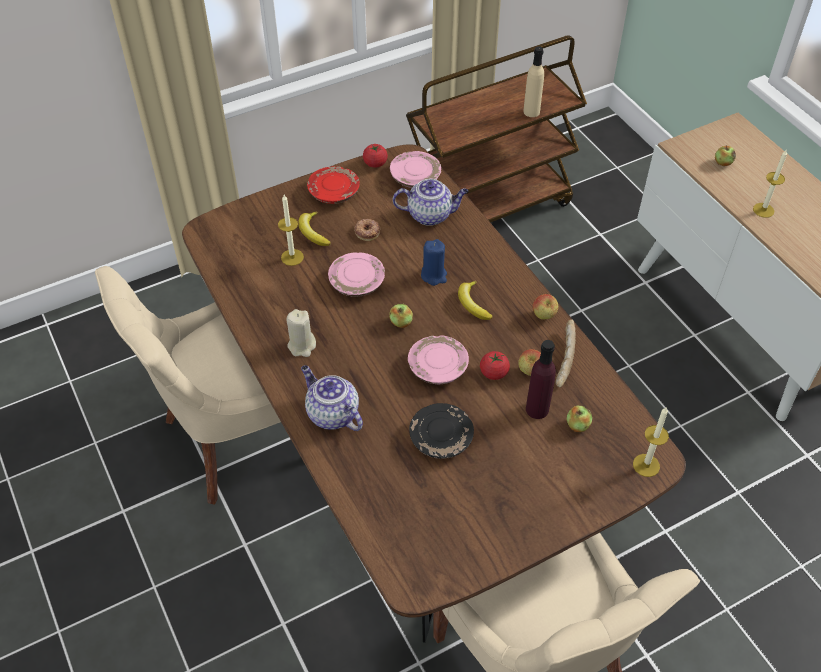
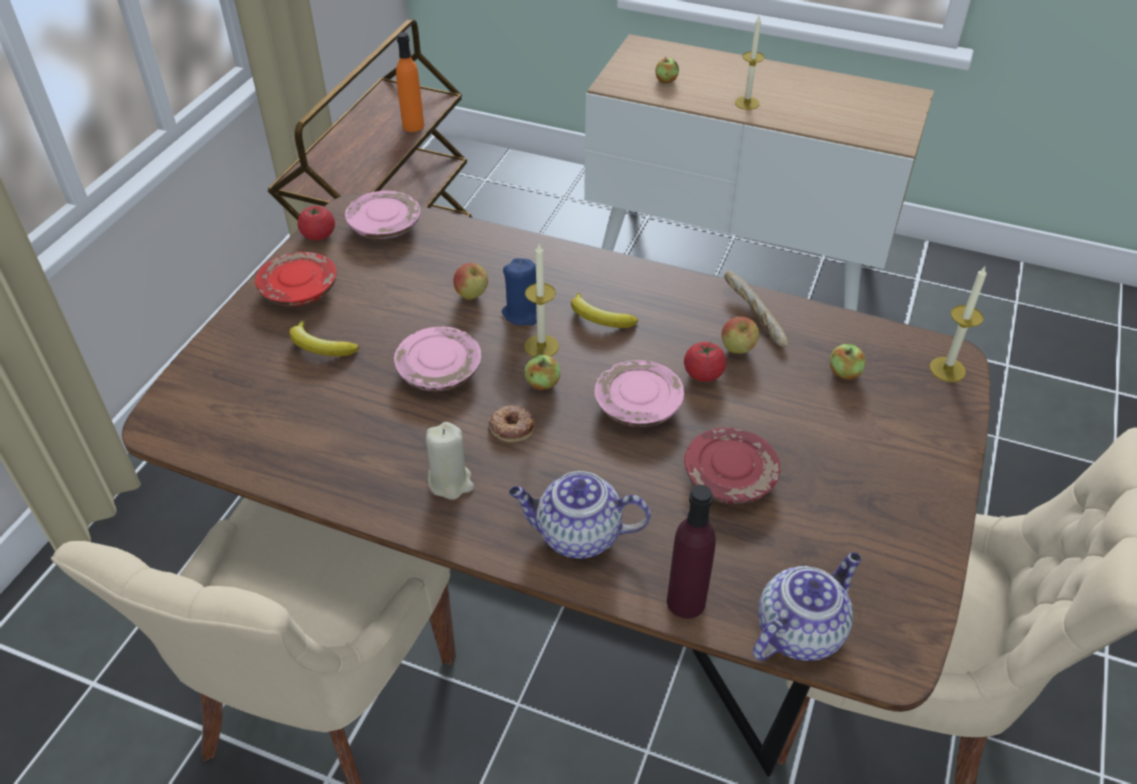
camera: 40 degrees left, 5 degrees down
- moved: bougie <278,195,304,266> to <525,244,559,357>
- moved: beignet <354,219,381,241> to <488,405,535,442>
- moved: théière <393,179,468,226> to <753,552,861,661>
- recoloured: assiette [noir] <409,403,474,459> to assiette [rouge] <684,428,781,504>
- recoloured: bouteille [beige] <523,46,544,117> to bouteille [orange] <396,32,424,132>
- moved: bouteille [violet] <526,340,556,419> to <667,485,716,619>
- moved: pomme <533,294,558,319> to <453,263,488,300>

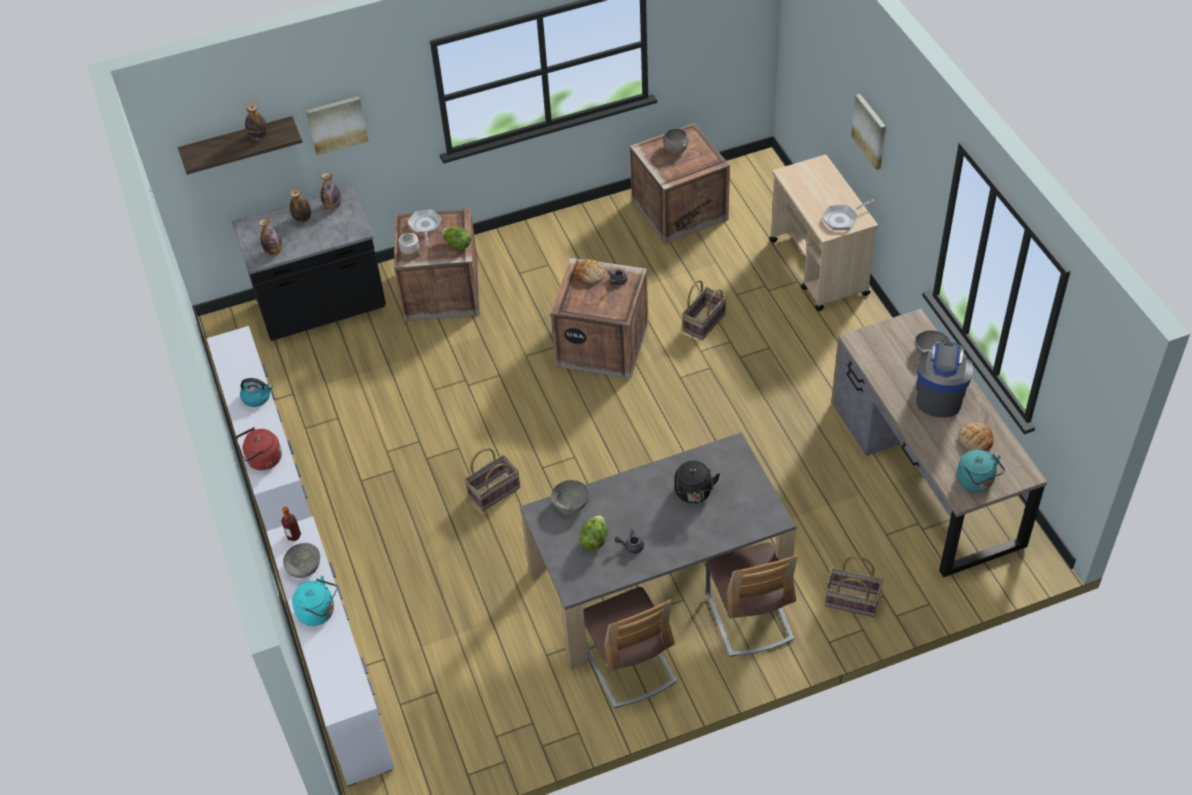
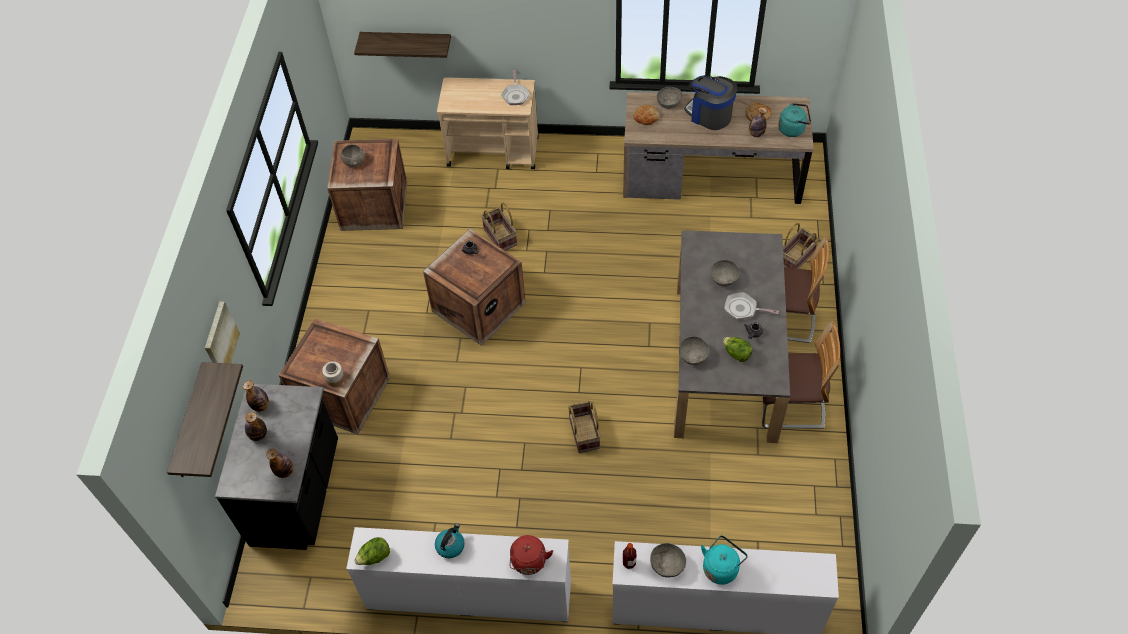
camera: 65 degrees left, 5 degrees up
- moved: bouteille <245,103,267,140> to <749,107,767,137>
- moved: poêle <407,209,442,246> to <724,292,779,320>
- moved: laitue <441,226,471,250> to <354,537,390,565>
- moved: pain <574,259,605,284> to <634,104,660,125>
- replaced: bouilloire [noir] <674,461,720,503> to bol [gris] <710,260,740,287>
- removed: tableau <851,94,886,170>
- added: étagère <354,32,451,58>

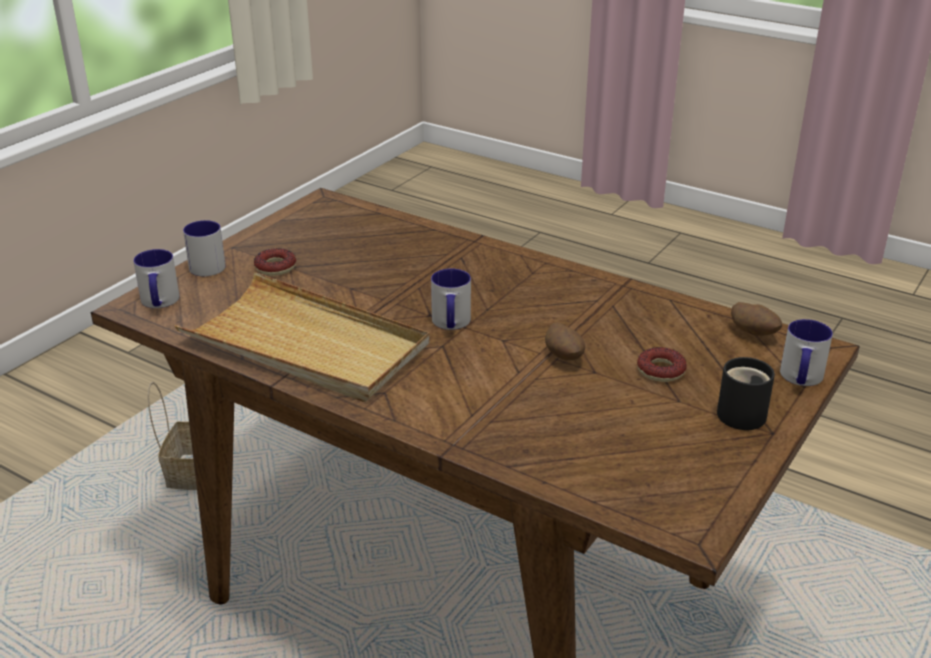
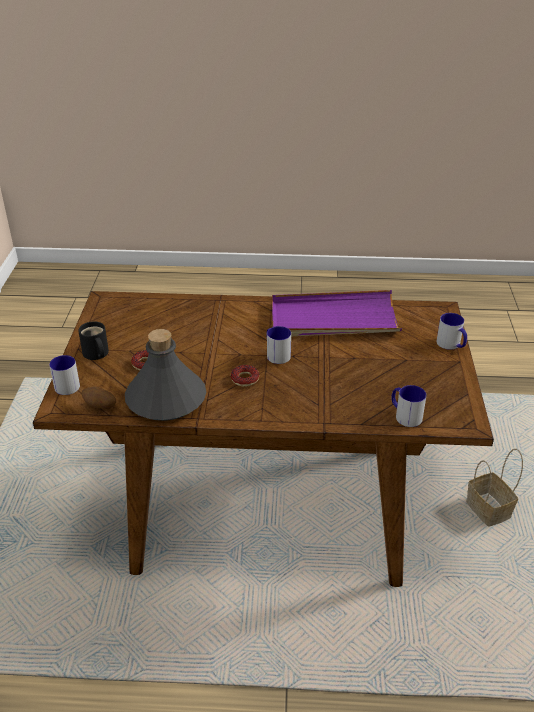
camera: 150 degrees right, 5 degrees up
- moved: mug <133,249,179,308> to <391,385,426,427>
- recoloured: plateau [beige] <175,272,429,402> to plateau [violet] <272,290,402,336>
- moved: beignet <254,248,296,276> to <231,365,259,387>
- removed: pomme de terre <545,322,585,360>
- added: bouteille [gris] <125,329,206,421>

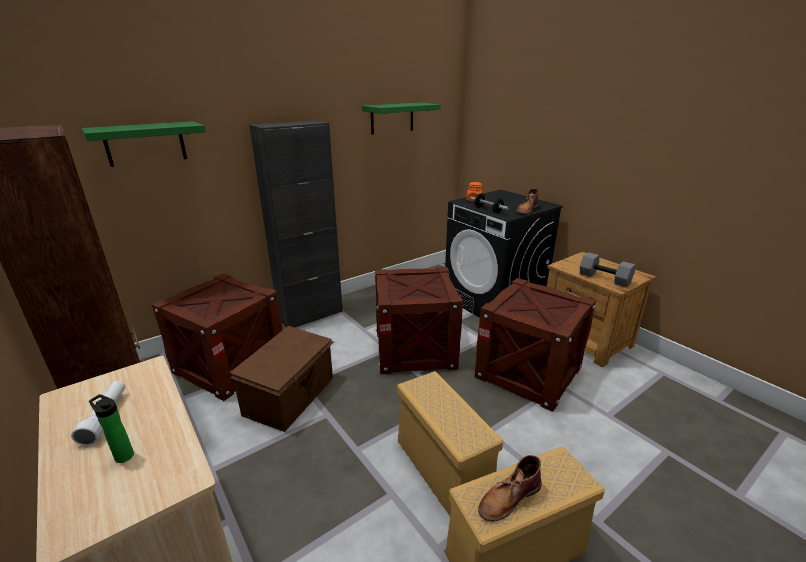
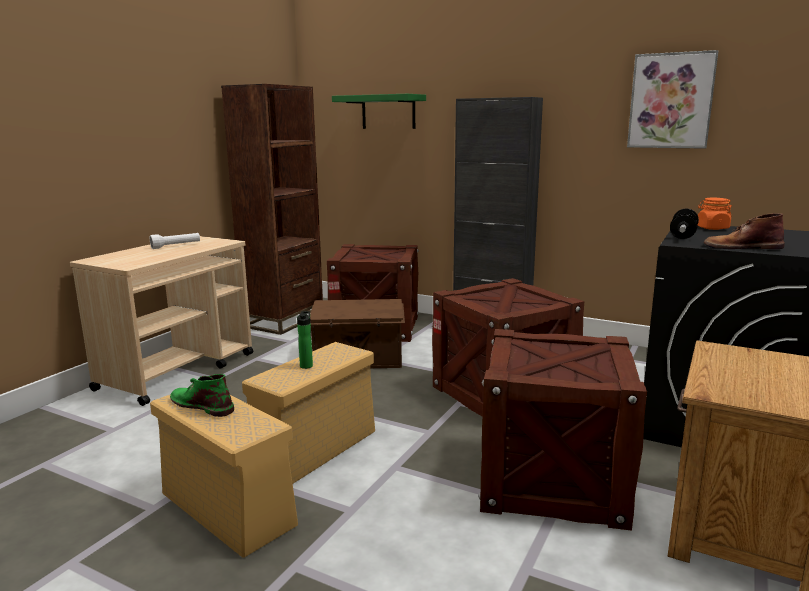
camera: 65 degrees right, 10 degrees down
- moved: bouteille <89,394,134,463> to <297,311,313,369>
- replaced: étagère [vert] <362,103,441,135> to tableau <627,50,719,149>
- recoloured: botte [marron] <478,455,542,522> to botte [vert] <170,374,234,417>
- removed: haltère [gris] <580,252,635,287>

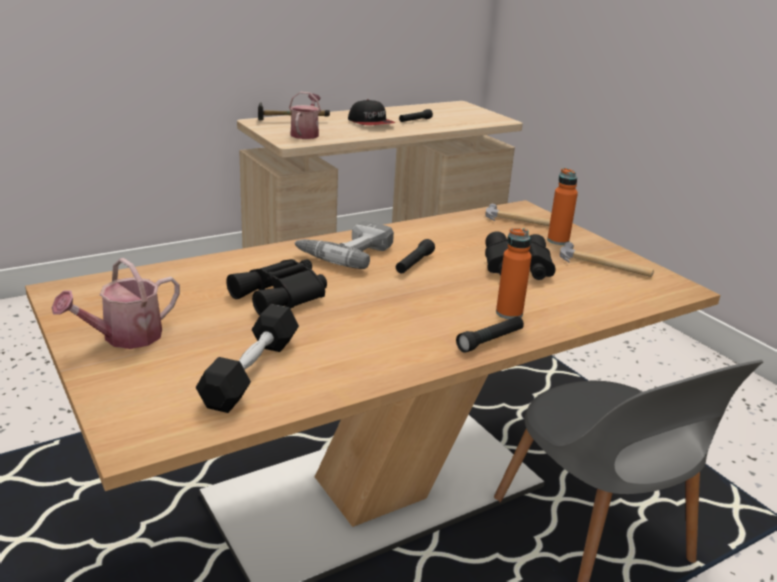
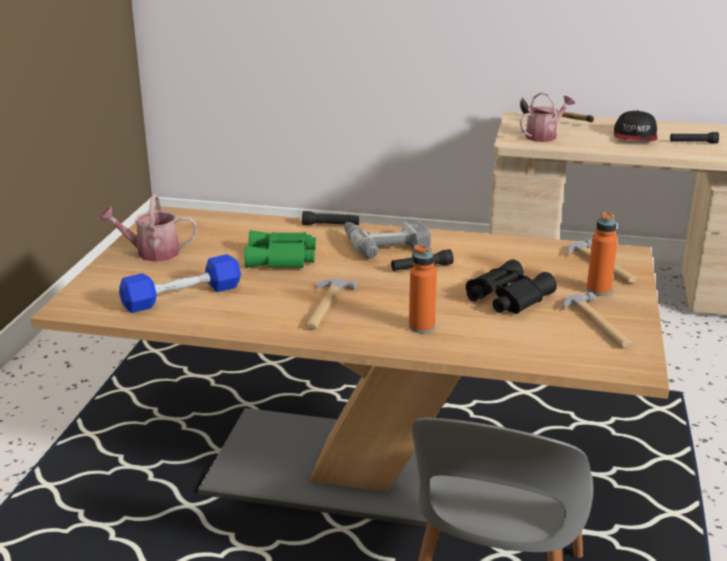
camera: 45 degrees right, 0 degrees up
- recoloured: haltère [noir] <196,304,299,413> to haltère [bleu] <119,254,241,313>
- recoloured: jumelles [noir] <226,259,327,315> to jumelles [vert] <244,231,316,268>
- moved: lampe de poche [noir] <456,317,524,353> to <302,211,359,225>
- added: marteau <305,279,357,330>

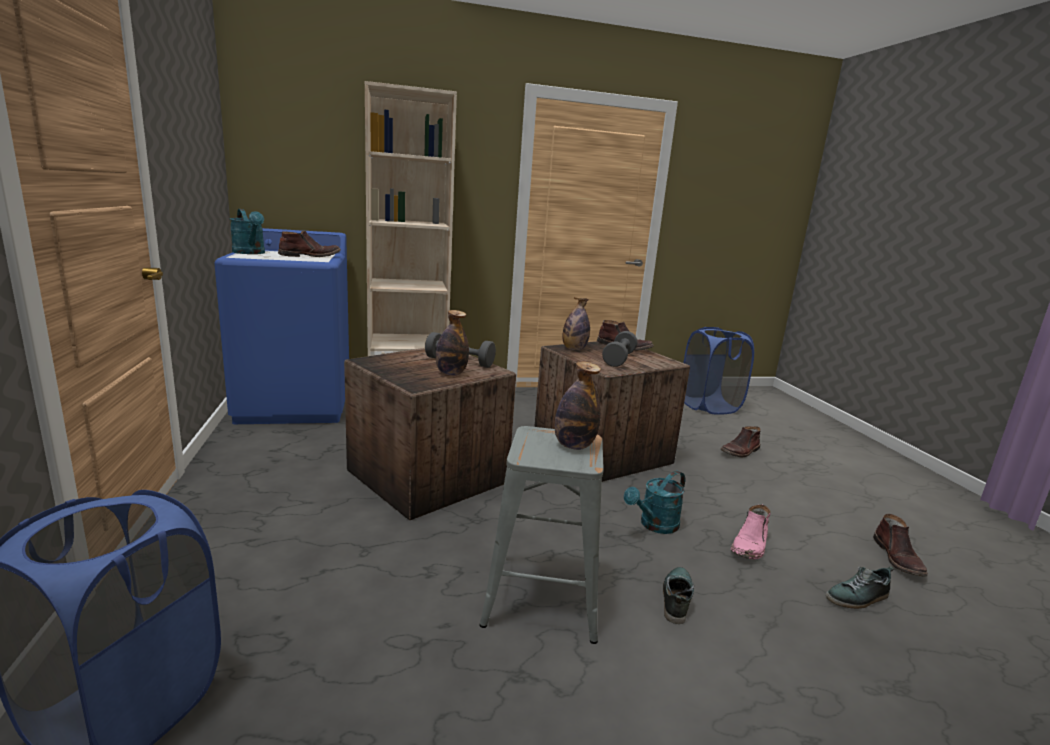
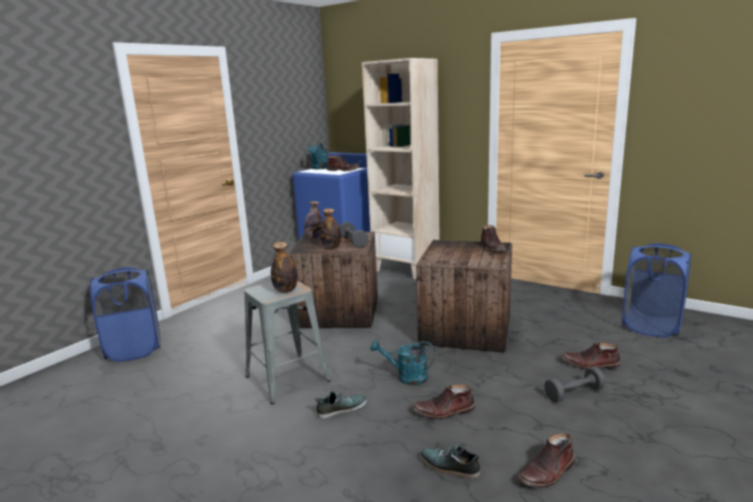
camera: 50 degrees right, 0 degrees up
- moved: bouteille <563,297,590,350> to <304,201,323,239>
- moved: haltère [gris] <602,331,638,367> to <544,367,605,402>
- recoloured: botte [rose] <731,505,771,559> to botte [marron] <412,384,475,419>

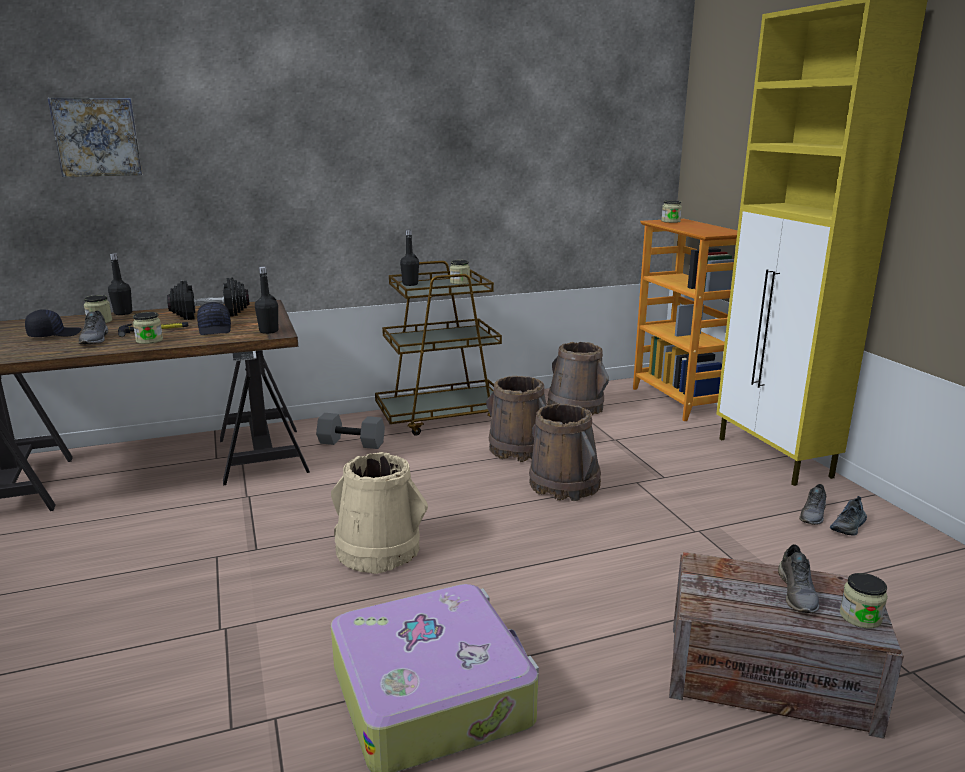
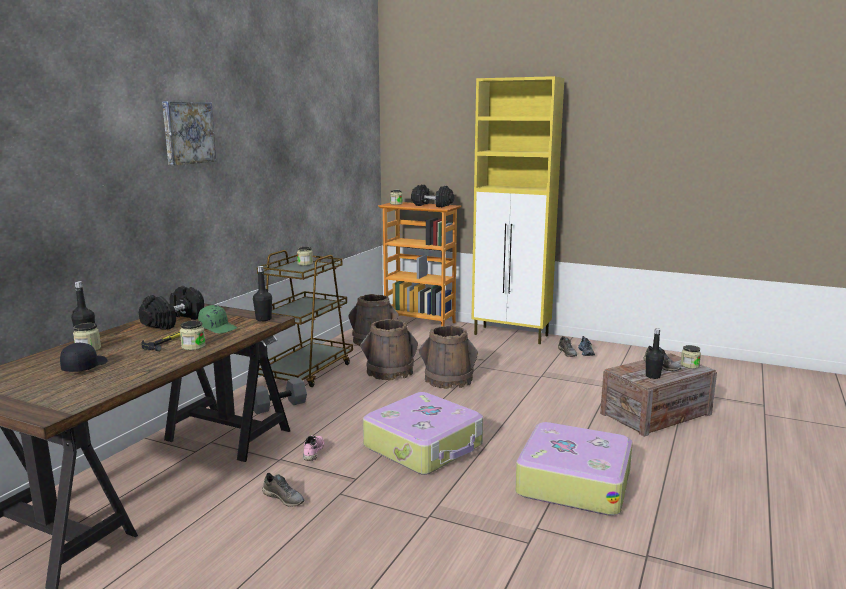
camera: 45 degrees left, 5 degrees down
- moved: tableau <48,98,142,177> to <162,101,216,165>
- moved: chaussure [gris] <79,311,108,344> to <262,473,304,507>
- recoloured: casquette [noir] <197,302,231,335> to casquette [vert] <198,305,238,334>
- replaced: seau [beige] <331,452,428,574> to valise <363,392,483,475>
- moved: bouteille [noir] <400,230,419,286> to <646,328,664,379>
- added: chaussure [rose] <303,435,324,461>
- added: haltère [noir] <411,185,454,207>

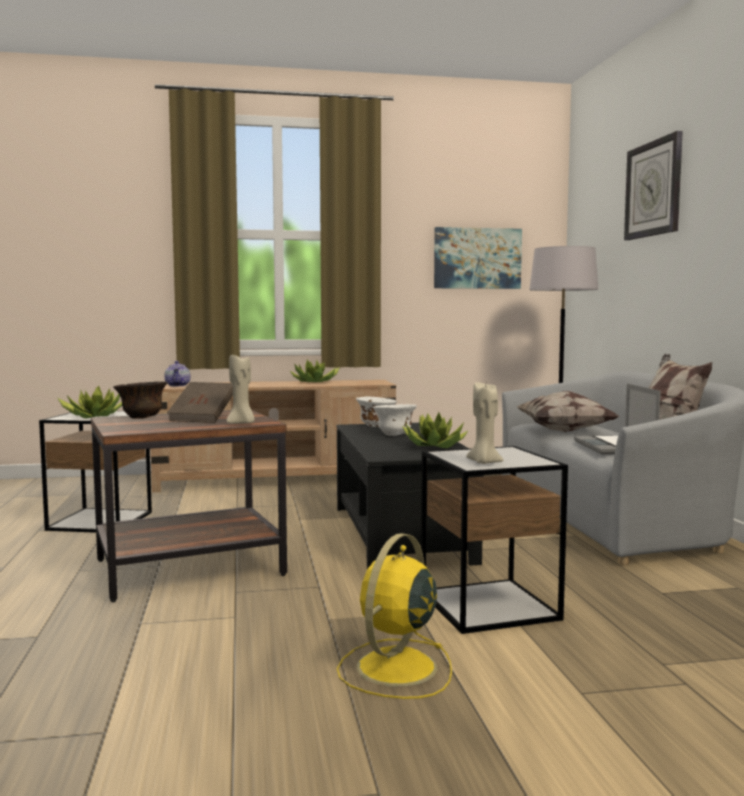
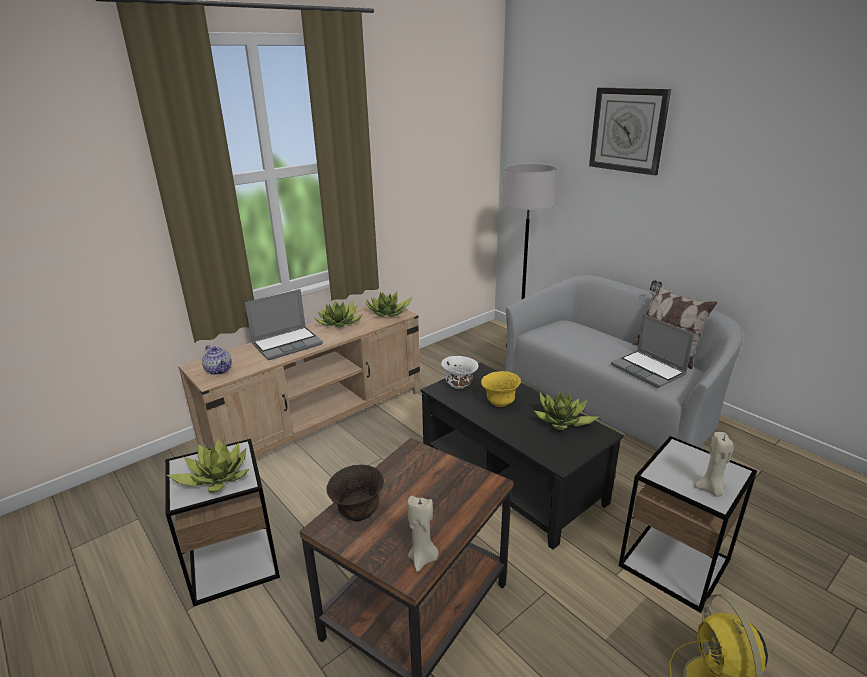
camera: 30 degrees left, 20 degrees up
- removed: livre [marron] <167,382,233,423>
- moved: bougie [beige] <227,355,255,424> to <407,496,439,572>
- recoloured: bol [blanc] <373,404,417,436> to bol [jaune] <481,371,521,407>
- removed: tableau <434,227,522,289>
- removed: coussin <517,391,619,433>
- added: ordinateur portable <245,289,323,360>
- added: plante en pot <365,291,413,317>

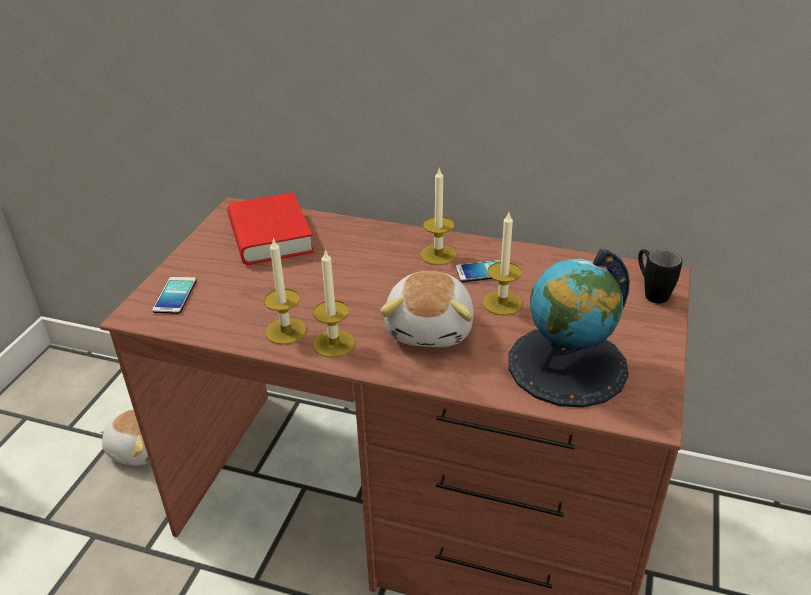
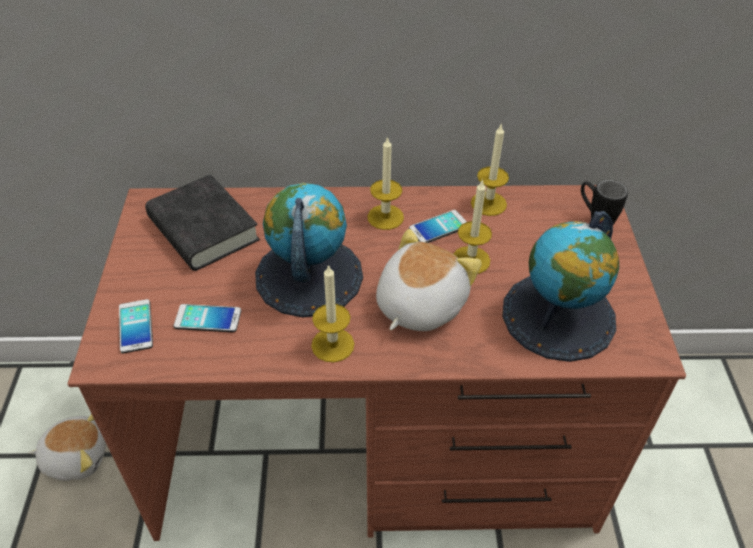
camera: 20 degrees left, 10 degrees up
- recoloured: livre [rouge] <228,192,314,265> to livre [noir] <145,174,260,271>
- moved: bougie <264,238,307,345> to <471,125,509,216>
- turned: peluche <380,271,474,347> = <376,229,482,331> 135 degrees counterclockwise
- added: téléphone <173,304,241,332>
- added: globe <255,183,363,318>

